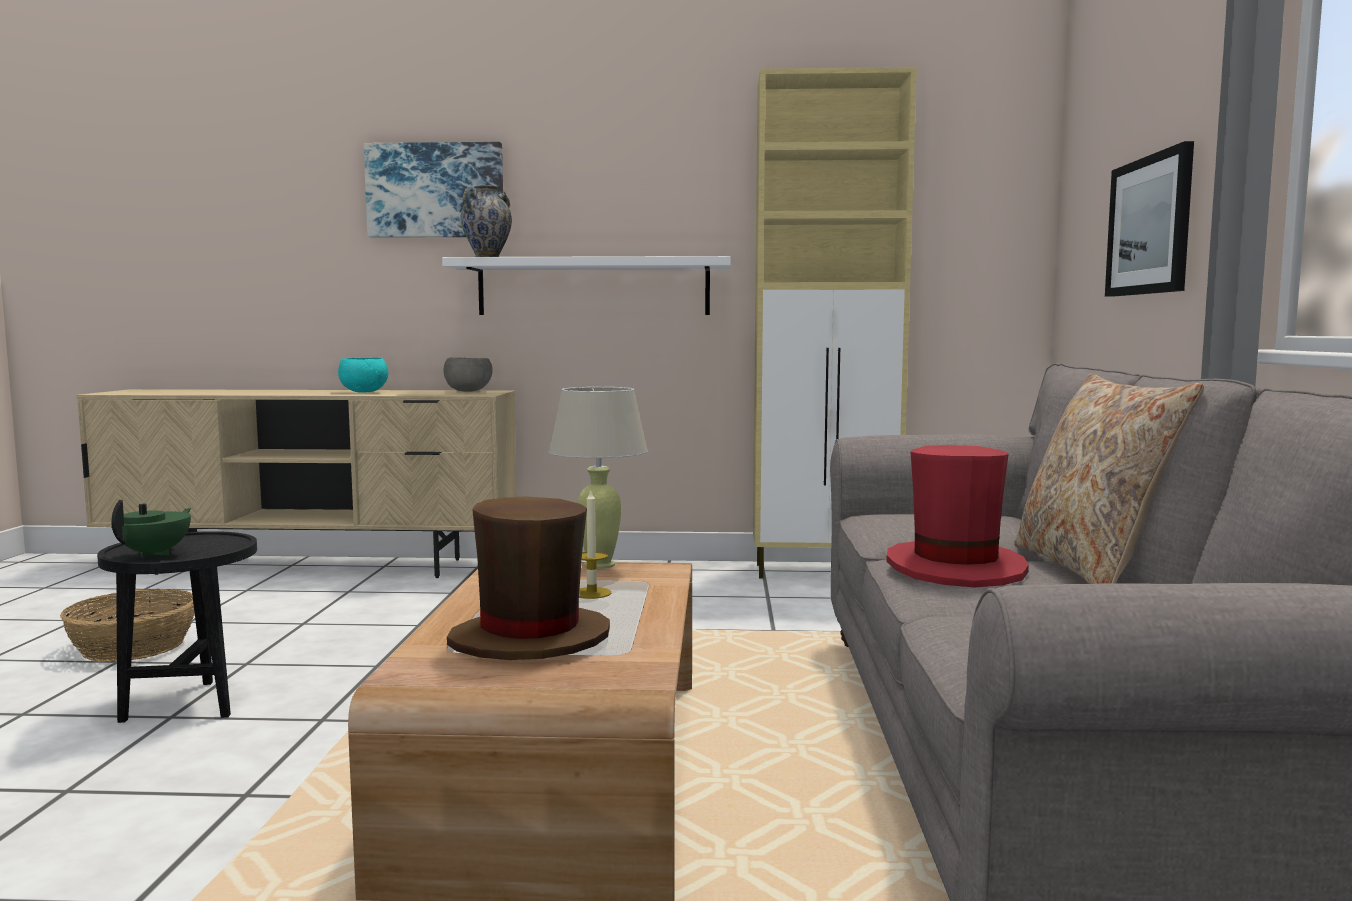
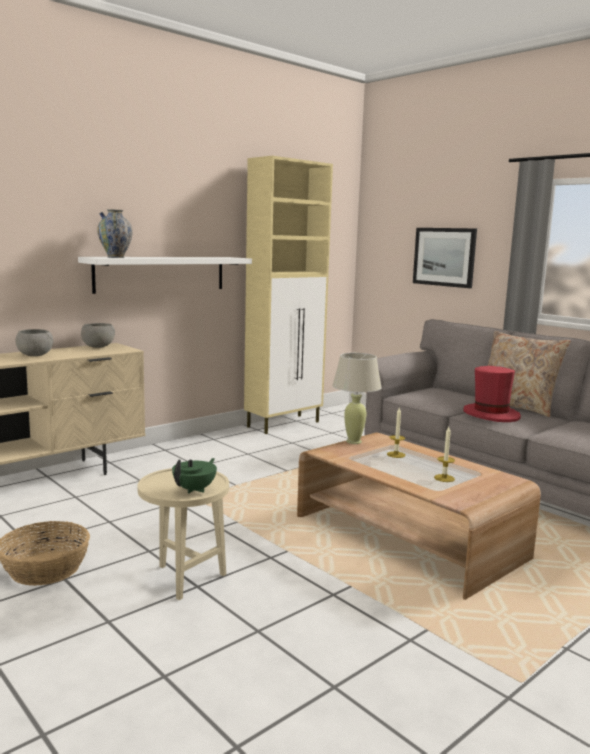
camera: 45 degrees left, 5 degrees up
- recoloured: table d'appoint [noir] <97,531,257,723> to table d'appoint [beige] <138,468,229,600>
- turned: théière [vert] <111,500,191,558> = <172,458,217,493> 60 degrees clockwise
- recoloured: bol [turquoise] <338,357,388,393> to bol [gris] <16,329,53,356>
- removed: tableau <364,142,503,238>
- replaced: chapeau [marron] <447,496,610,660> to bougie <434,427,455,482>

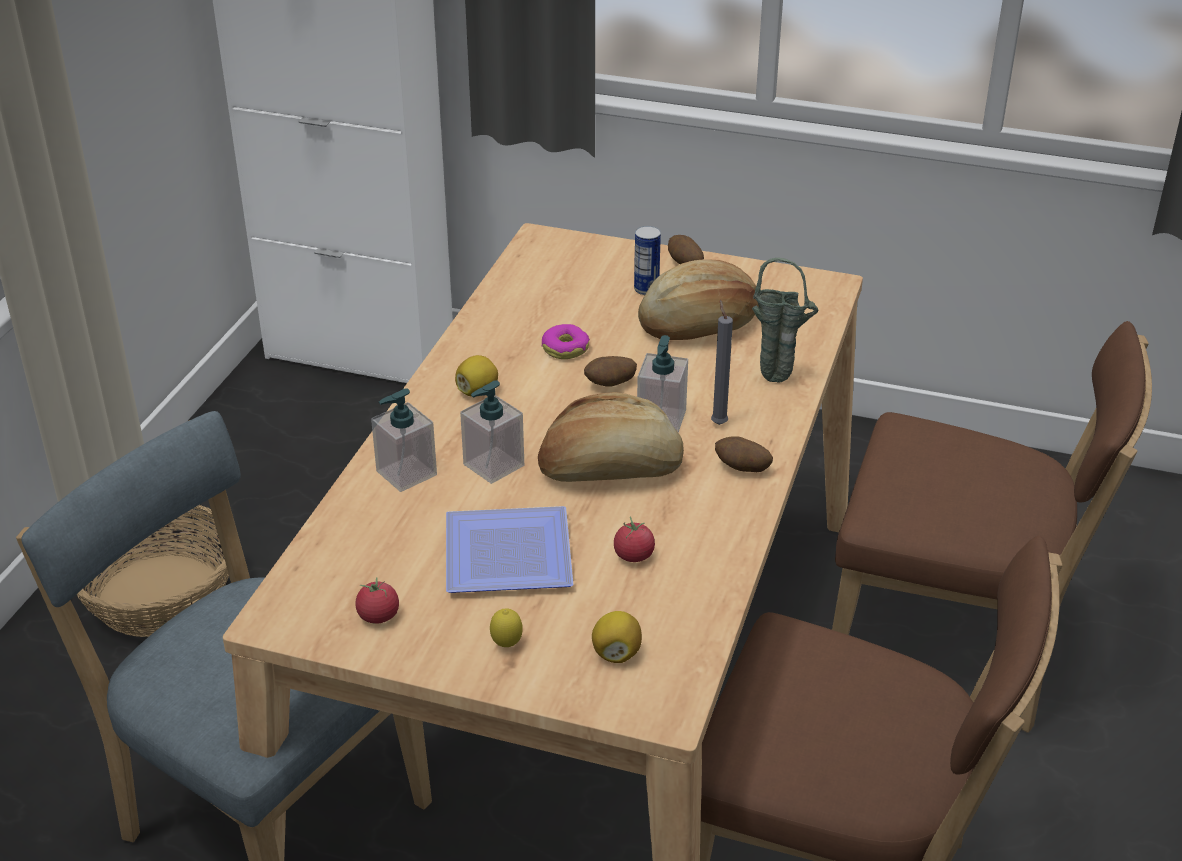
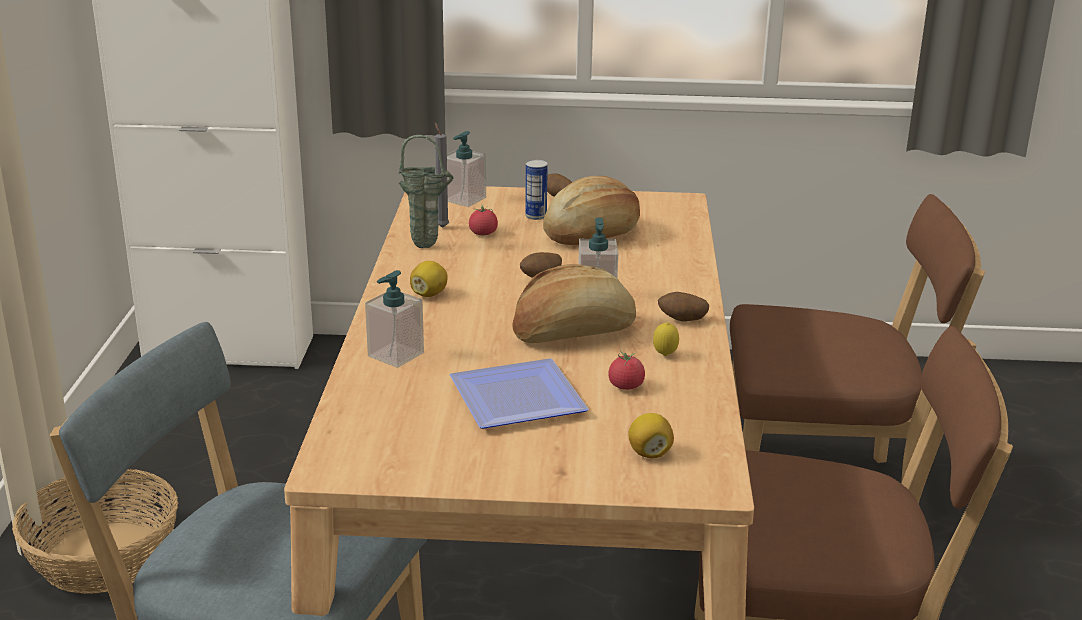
camera: 15 degrees left, 10 degrees down
- moved: tomate <355,577,399,624> to <469,205,498,235>
- moved: distributeur de savon <460,380,524,484> to <447,131,486,207>
- moved: citron <490,608,523,647> to <653,322,679,356>
- removed: beignet <541,324,590,359>
- moved: bougie [gris] <711,300,733,425> to <434,122,449,228>
- moved: vase [vert] <752,258,819,383> to <399,135,453,248>

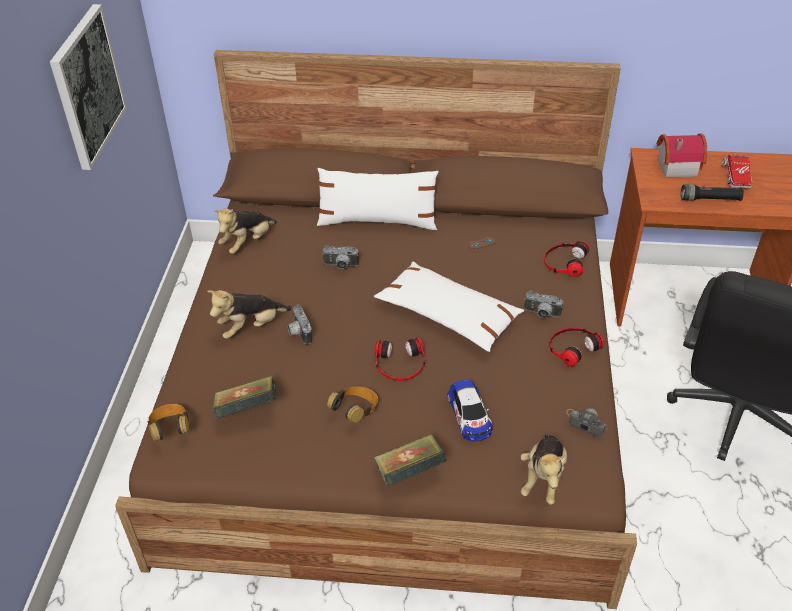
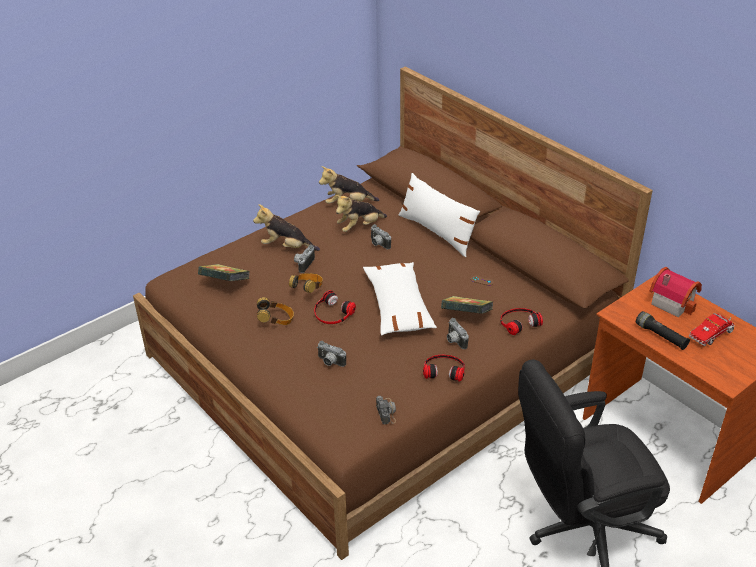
camera: 45 degrees right, 5 degrees down
- removed: tableau <50,4,127,170>
- moved: casque audio <147,404,189,441> to <289,273,323,293>
- moved: livre <374,434,447,487> to <441,296,493,314>
- replaced: petite voiture <447,380,493,441> to appareil photo <317,341,346,367>
- moved: peluche <521,434,567,505> to <335,195,387,232>

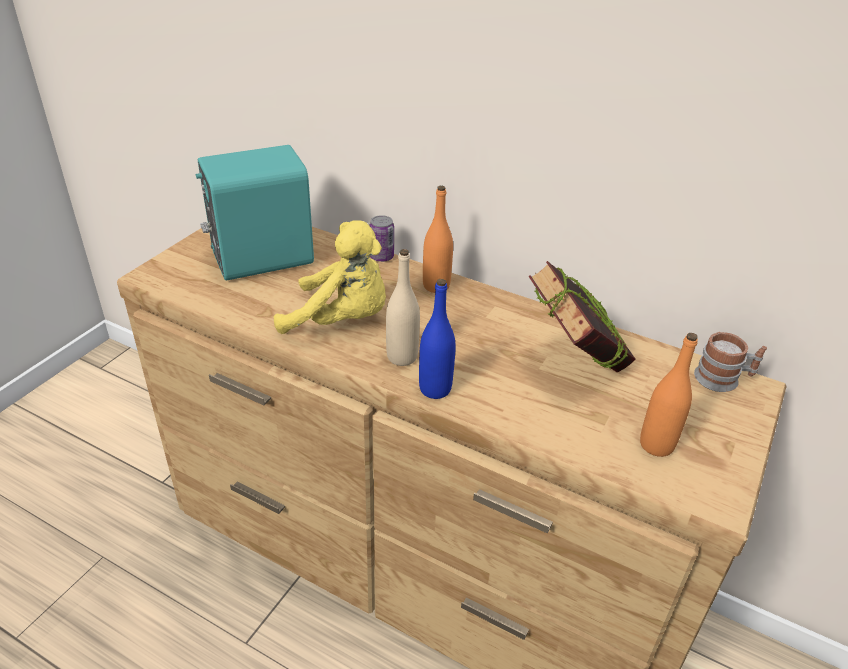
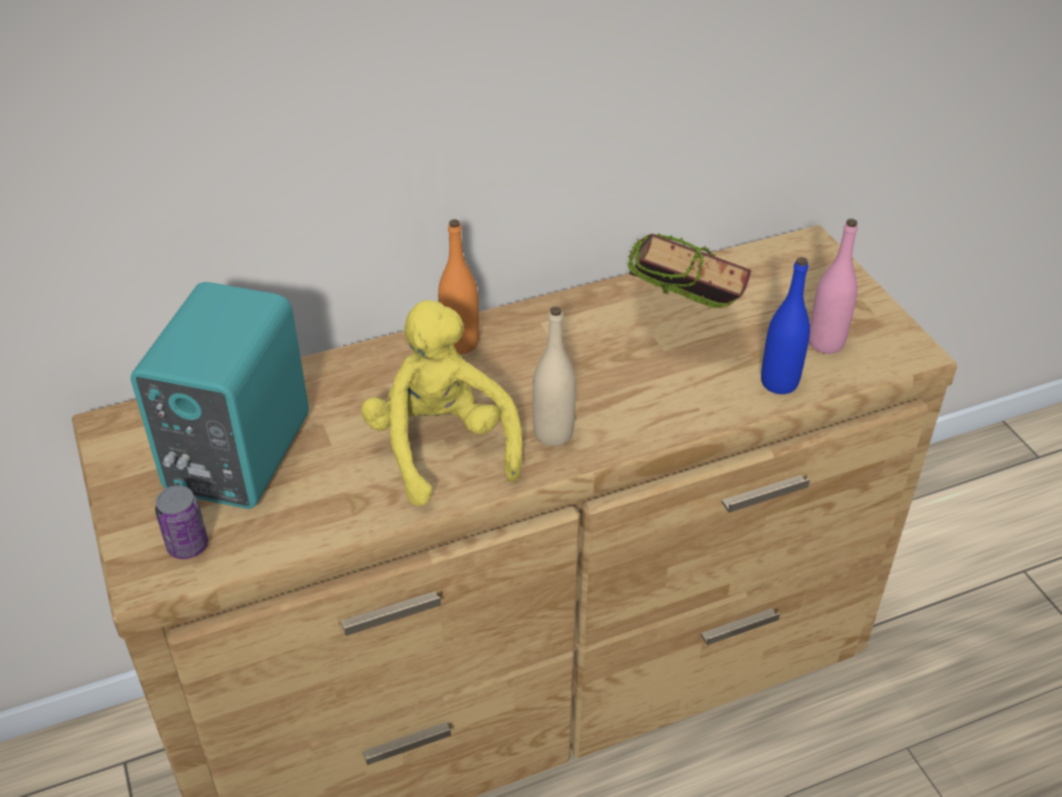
camera: 50 degrees left, 5 degrees up
- turned: peluche [jaune] <274,220,386,334> = <361,300,522,506> 75 degrees counterclockwise
- moved: boîte métallique <369,215,394,262> to <155,486,208,559>
- moved: bouteille [bleu] <419,279,456,399> to <761,257,810,394>
- recoloured: bouteille [orange] <640,333,698,457> to bouteille [rose] <809,219,858,354>
- removed: mug <694,332,767,392>

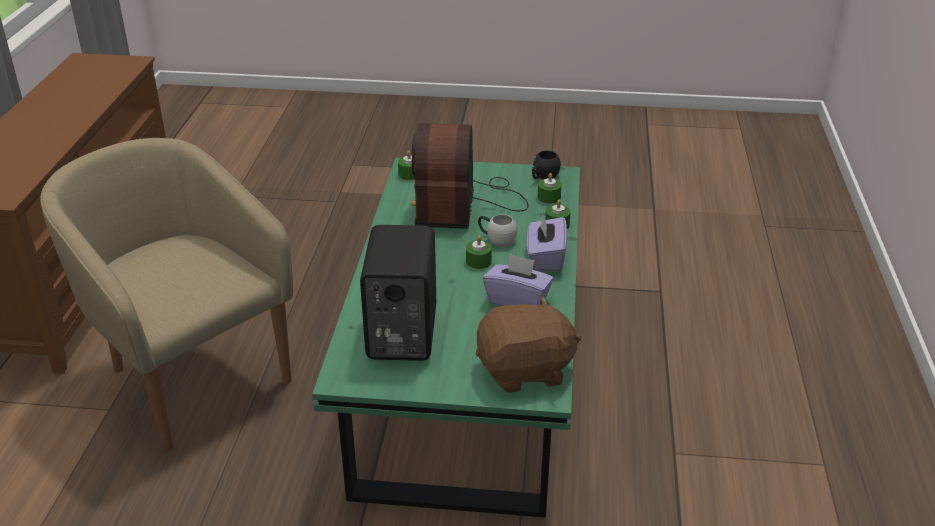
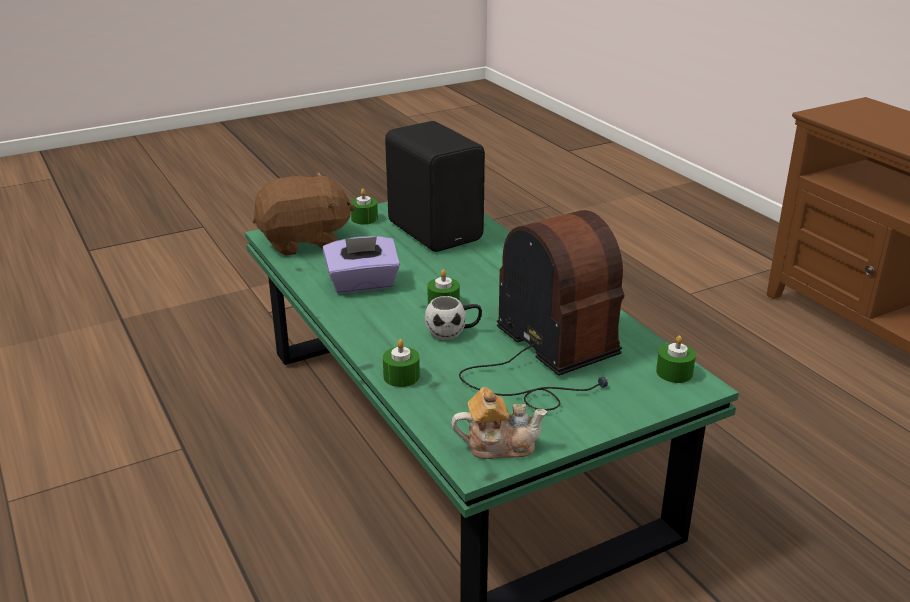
camera: 145 degrees right, 5 degrees down
- removed: fauteuil [beige] <40,138,293,451>
- turned: peluche [marron] <476,296,581,393> = <253,172,355,256> 150 degrees counterclockwise
- removed: boîte à mouchoirs [violet] <527,213,567,272>
- replaced: mug [noir] <532,150,561,179> to théière <451,387,548,459>
- moved: bougie [vert] <538,173,562,204> to <350,189,378,225>

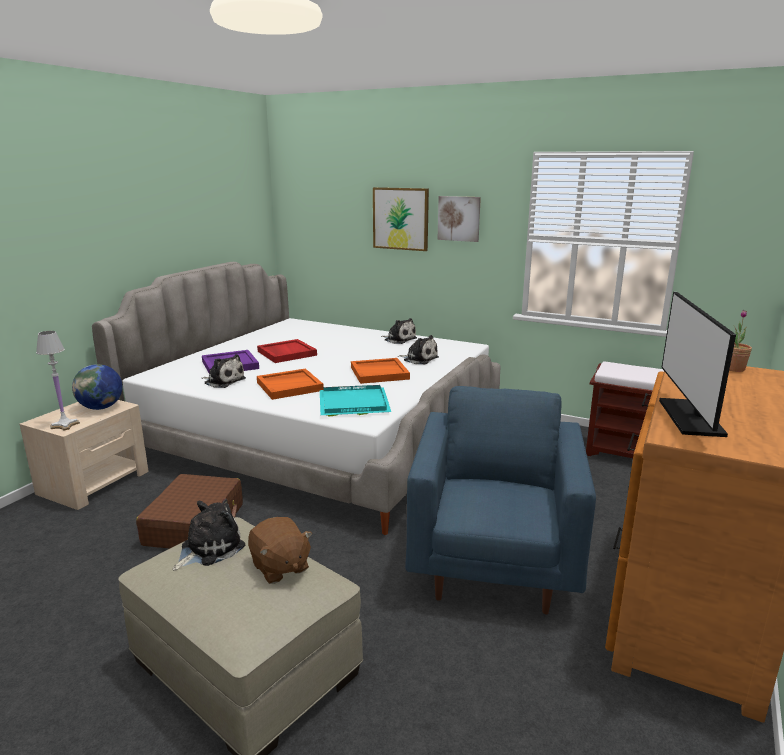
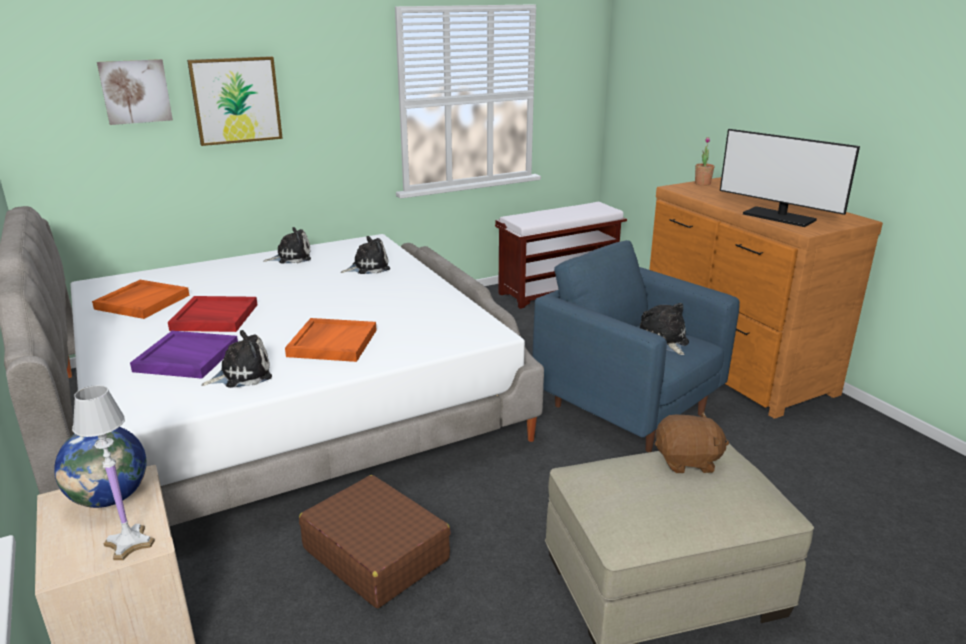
camera: 55 degrees left, 5 degrees up
- moved: peluche <173,501,245,571> to <640,303,689,355>
- removed: plateau [turquoise] <320,385,391,417>
- moved: plateau [orange] <351,358,410,384> to <92,280,189,319>
- moved: tableau <438,196,481,242> to <97,59,173,125>

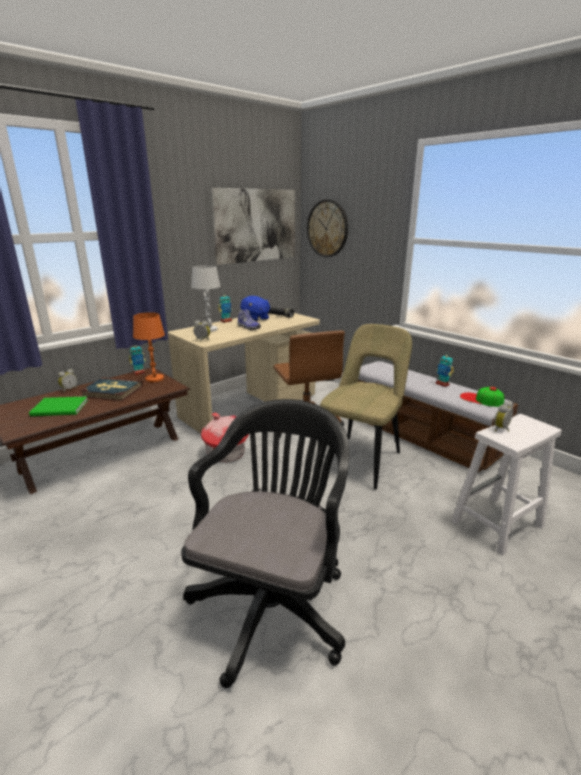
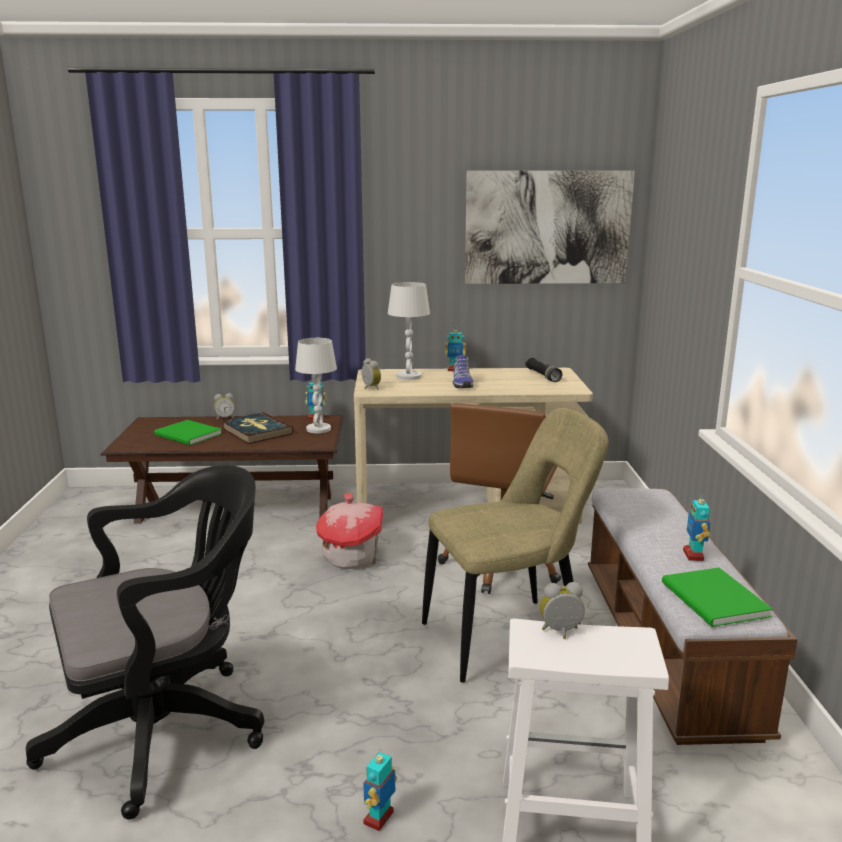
camera: 40 degrees right, 5 degrees down
- recoloured: lampe de table [orange] <133,312,165,382> to lampe de table [blanc] <295,338,337,433>
- removed: peluche [bleu] <240,296,271,321>
- removed: horloge murale <307,200,348,257>
- replaced: casquette <460,387,505,407> to livre [vert] <662,568,773,627>
- added: robot jouet <363,749,397,831>

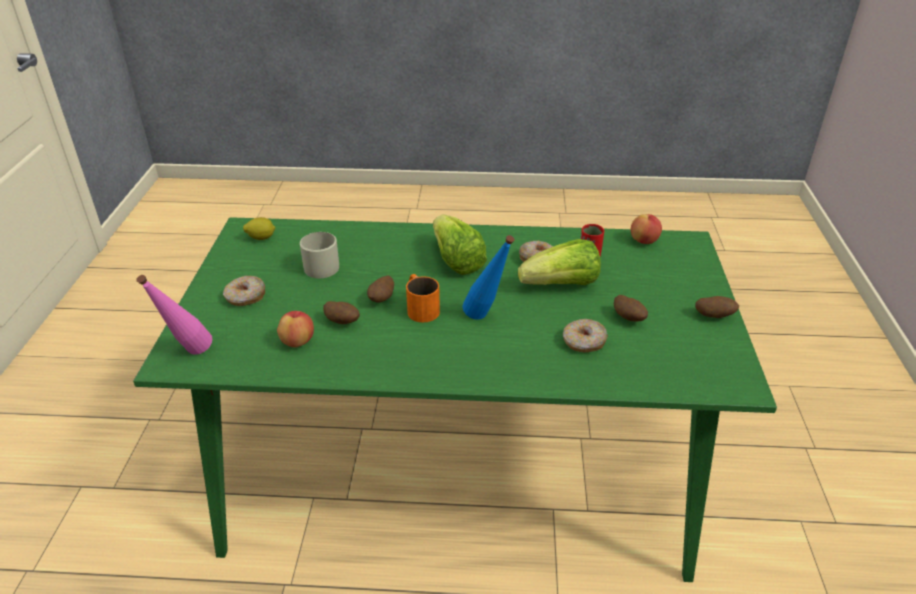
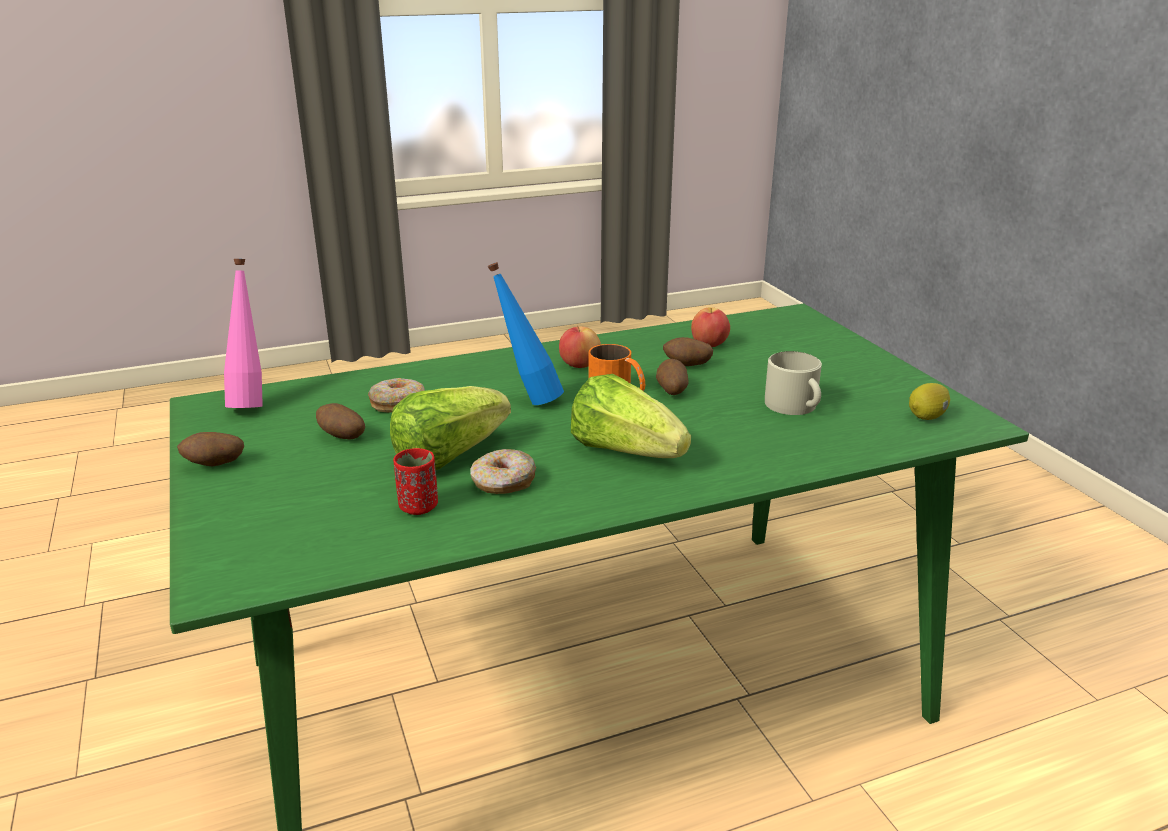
camera: 155 degrees right, 10 degrees down
- moved: bouteille [rose] <136,275,212,355> to <224,259,263,408>
- removed: beignet <223,276,265,306>
- moved: pomme <631,214,662,244> to <559,326,601,368>

